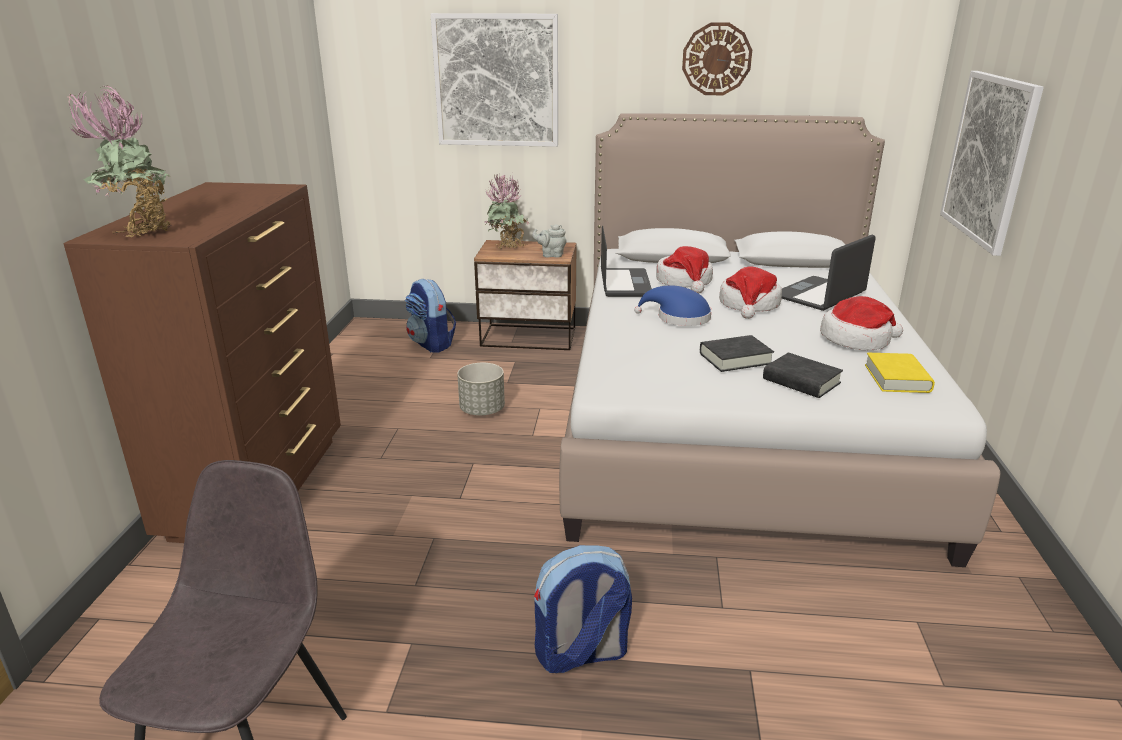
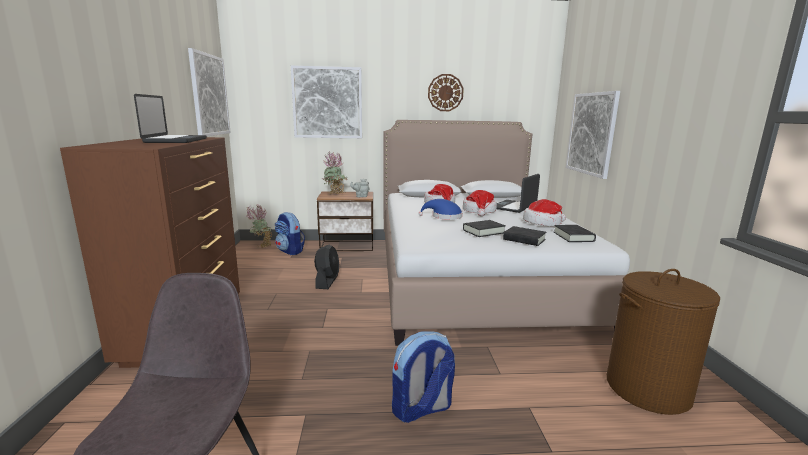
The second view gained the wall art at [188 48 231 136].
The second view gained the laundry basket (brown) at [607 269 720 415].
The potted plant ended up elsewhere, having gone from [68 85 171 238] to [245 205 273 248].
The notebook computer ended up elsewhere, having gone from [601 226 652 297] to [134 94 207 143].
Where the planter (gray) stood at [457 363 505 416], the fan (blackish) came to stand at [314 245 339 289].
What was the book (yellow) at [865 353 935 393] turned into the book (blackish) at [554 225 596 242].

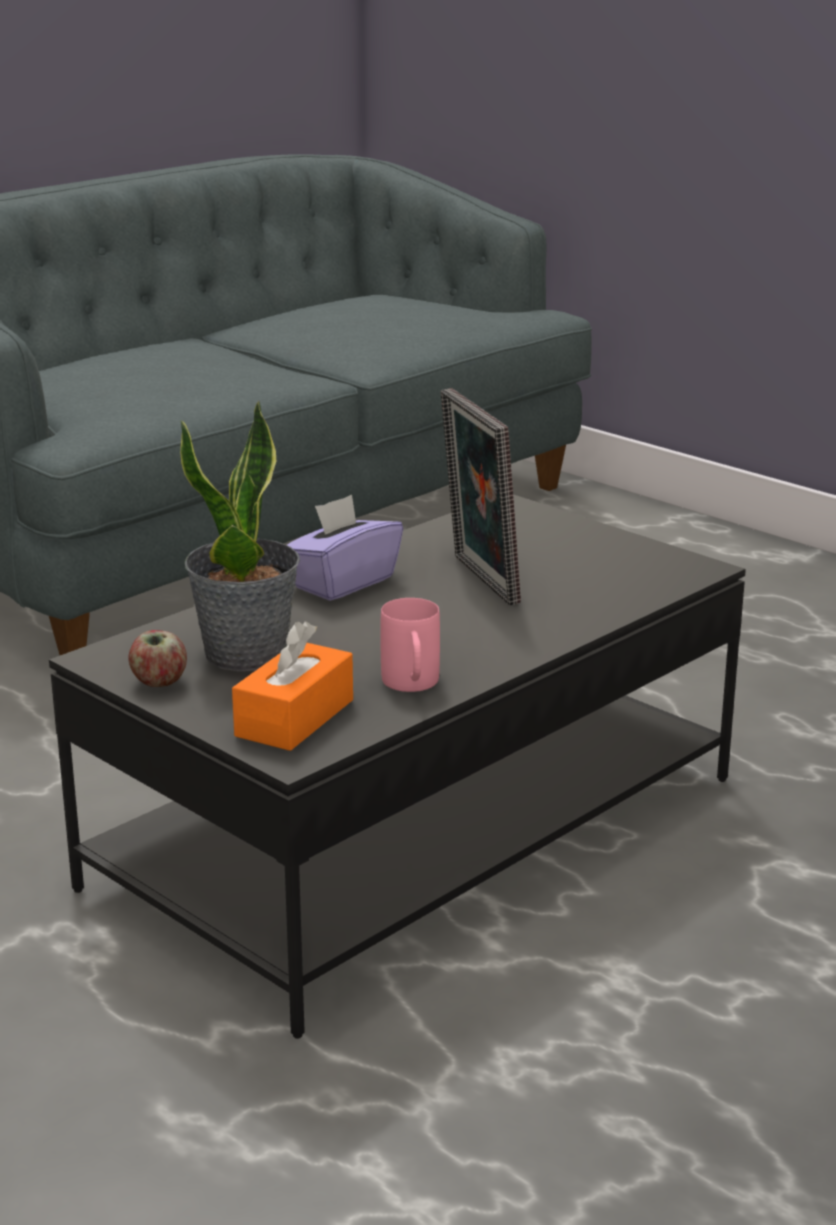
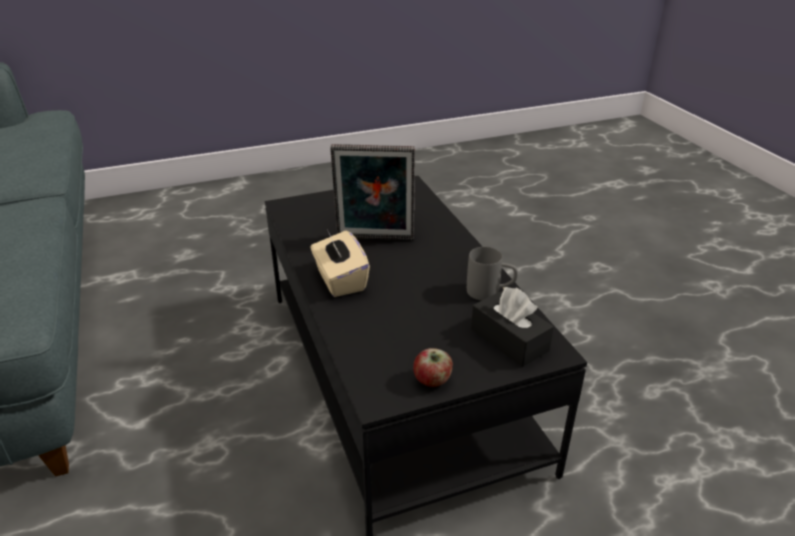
The second view lost the potted plant at [180 400 300 671].
What was the tissue holder (orange) at [232 621 353 751] turned into the tissue holder (blackish) at [471 287 554 367].
What was the tissue holder (purple) at [287 494 403 601] turned into the tissue holder (beige) at [311 229 370 297].
What was the coffee mug (pink-coloured) at [380 598 440 692] turned into the coffee mug (gray) at [467 247 518 300].

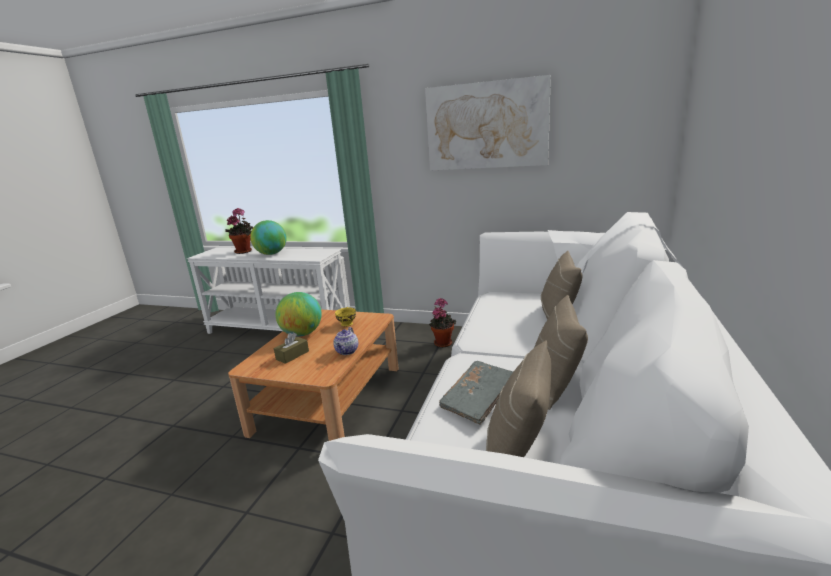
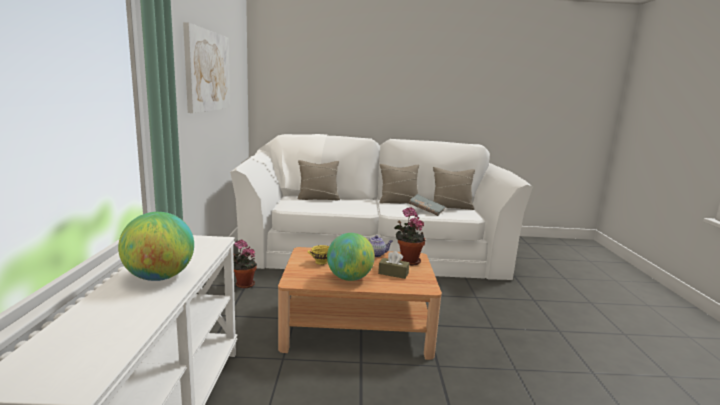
The potted plant ended up elsewhere, having gone from [225 208 253 254] to [394 207 425 265].

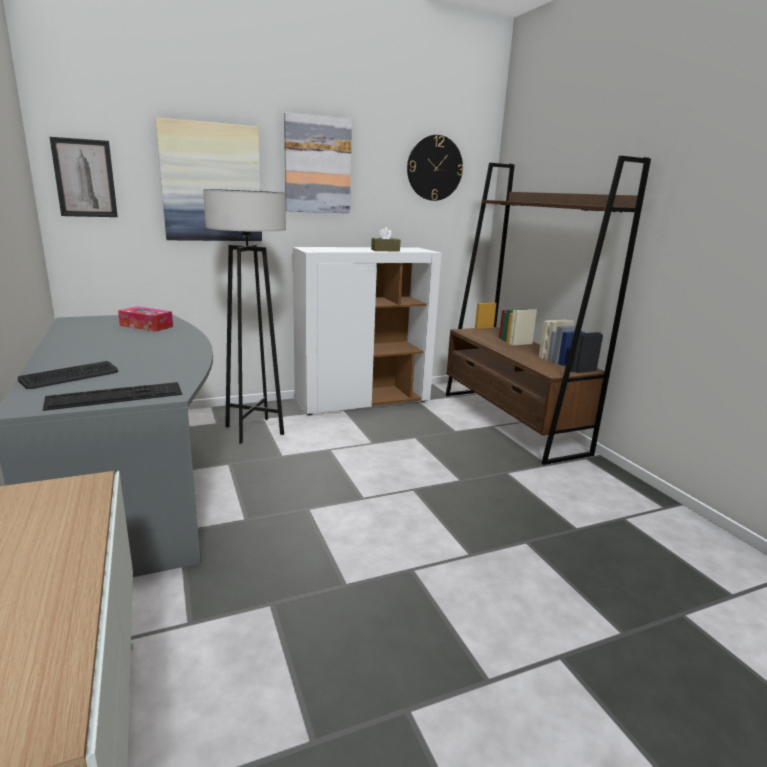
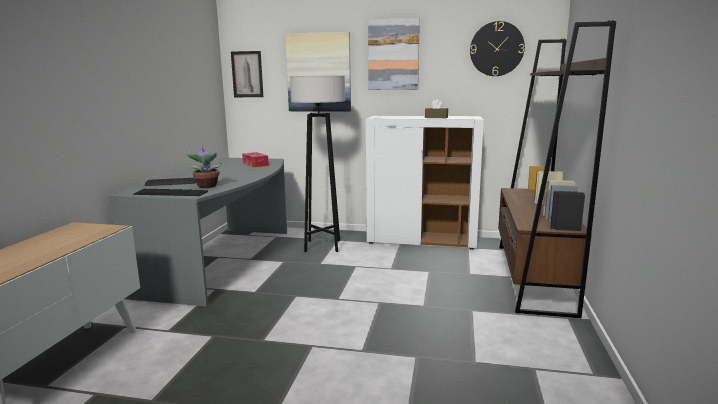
The second view gained the potted plant at [184 145 222 188].

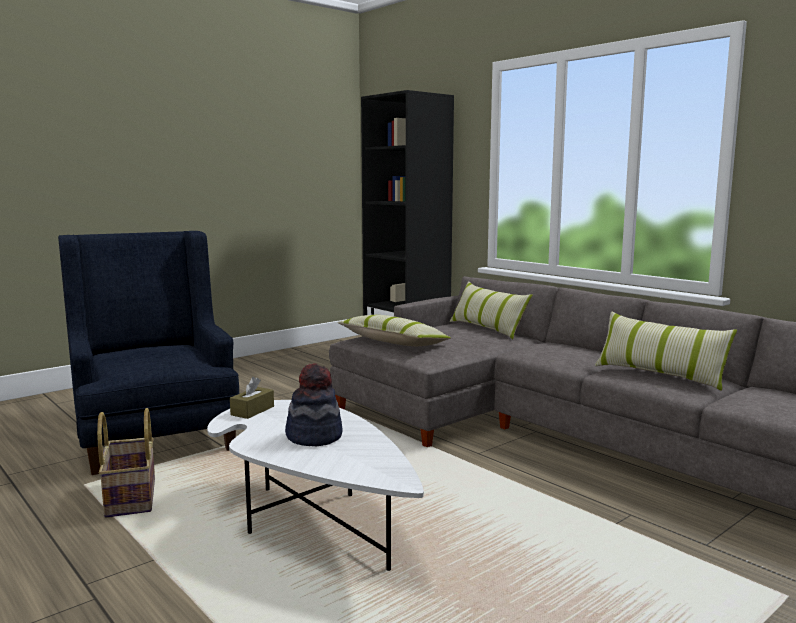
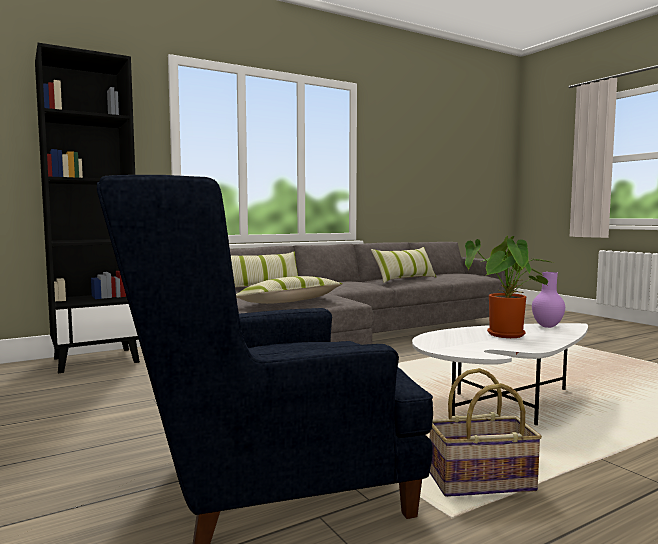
The second view lost the tissue holder (brown) at [230 377 274 419].
The second view gained the decorative vase (purple) at [532 272 565 328].
Where the clothing hat stood at [285 363 343 446], the potted plant came to stand at [465 236 553 338].

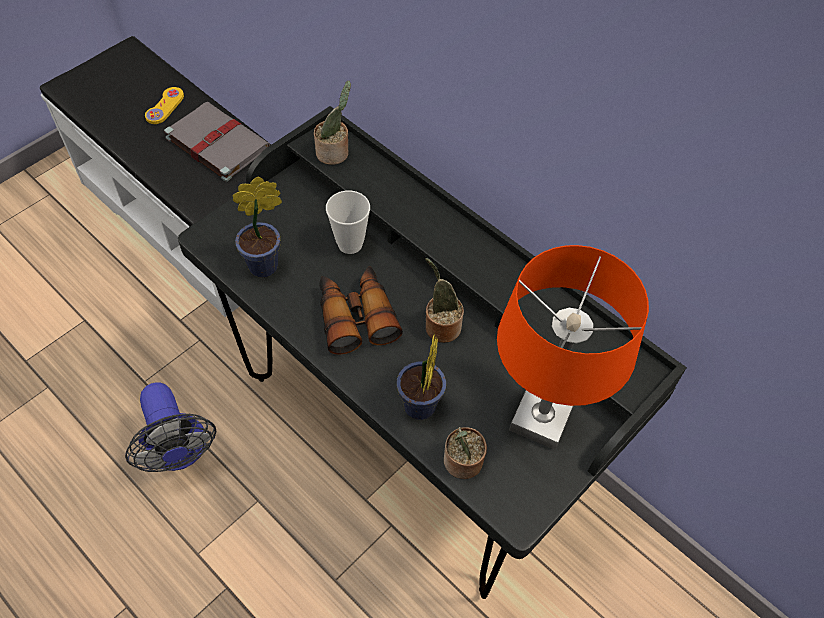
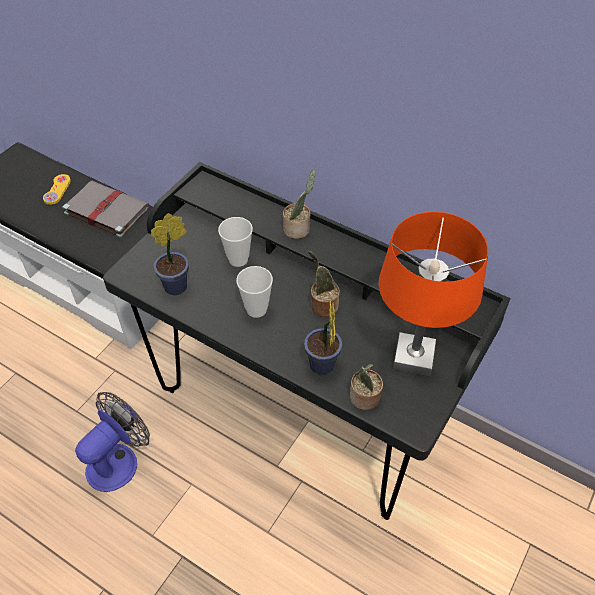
The potted plant ended up elsewhere, having gone from [314 81 351 165] to [283 170 315 239].
Where the binoculars stood at [319 266 403 354], the small cup came to stand at [236 266 273 318].
The fan at [125 382 216 472] ended up facing another way, 105 degrees counterclockwise from before.

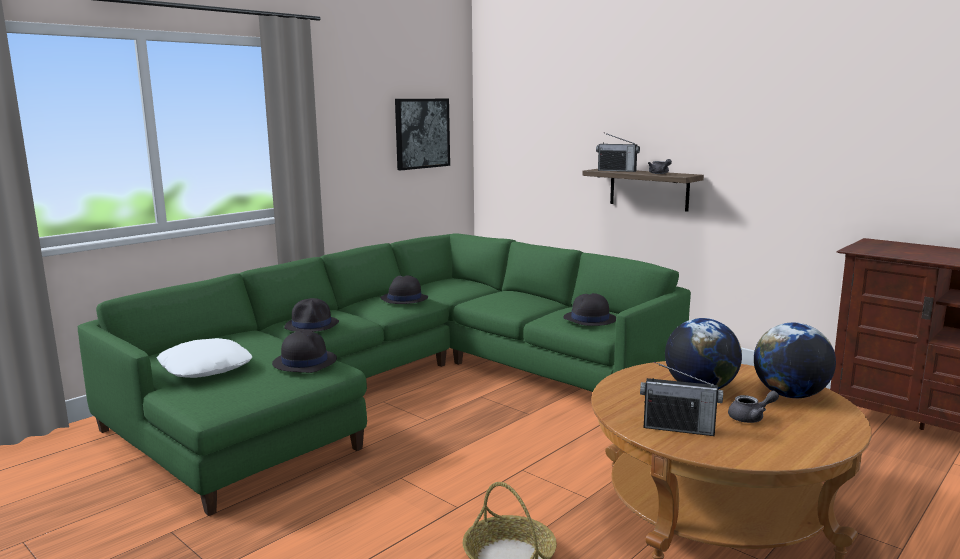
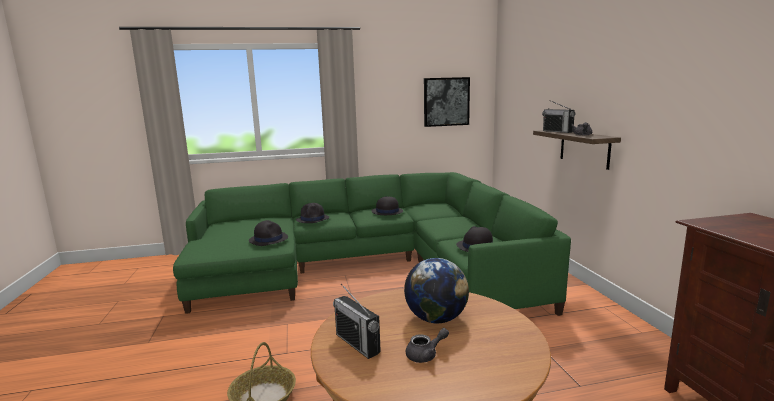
The second view lost the pillow (white-coloured) at [157 338 252 378].
The second view lost the globe at [754 323 836 398].
The teapot (gray) at [728 391 779 423] ended up facing another way, 45 degrees counterclockwise from before.

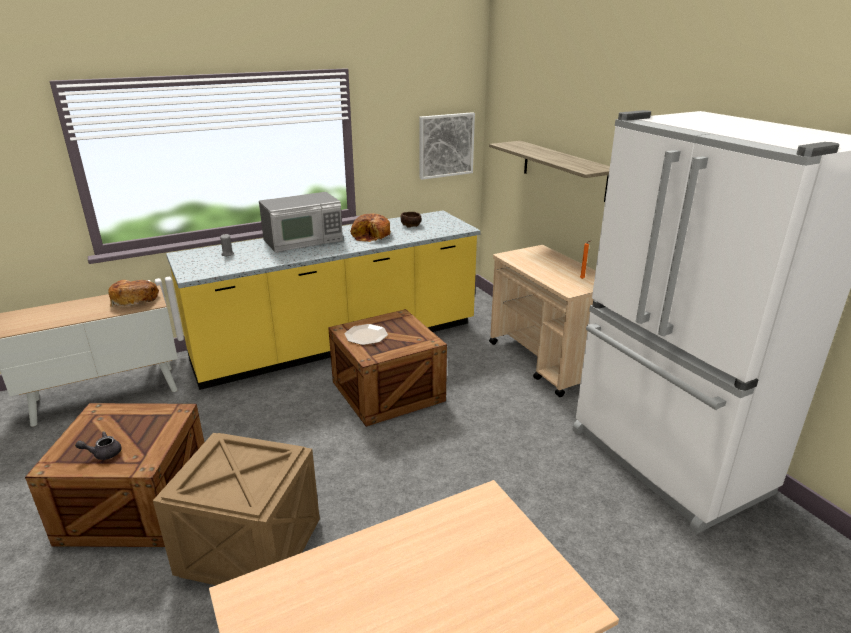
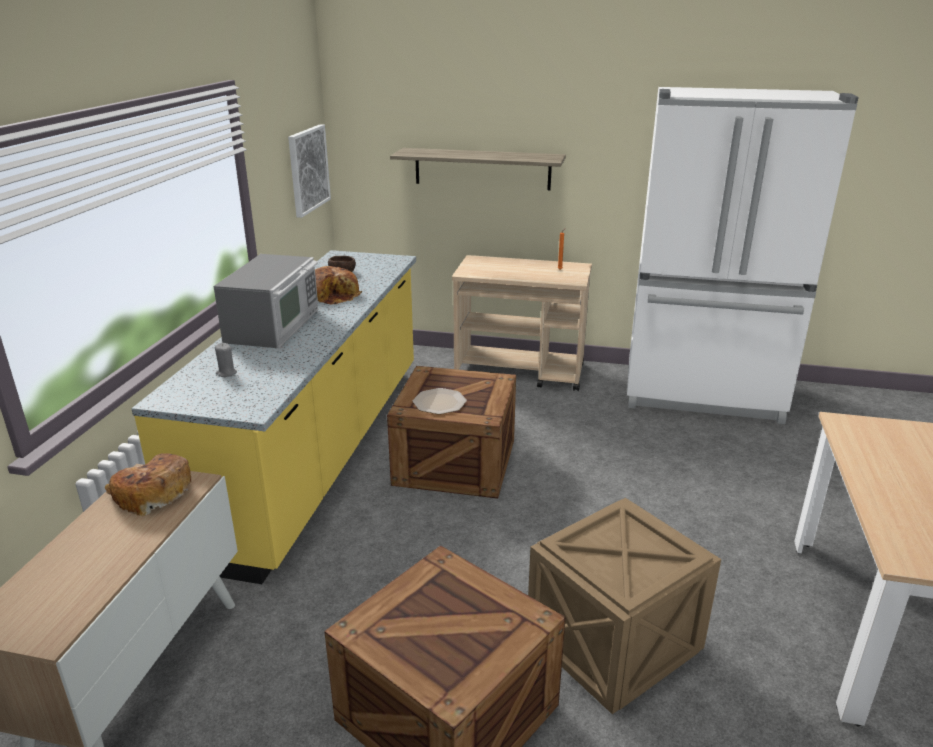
The second view lost the teapot (gray) at [75 431 121 460].

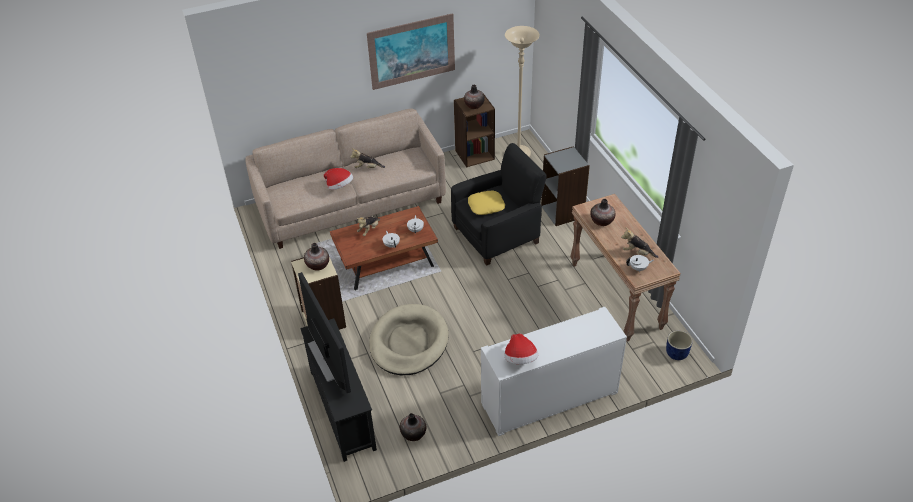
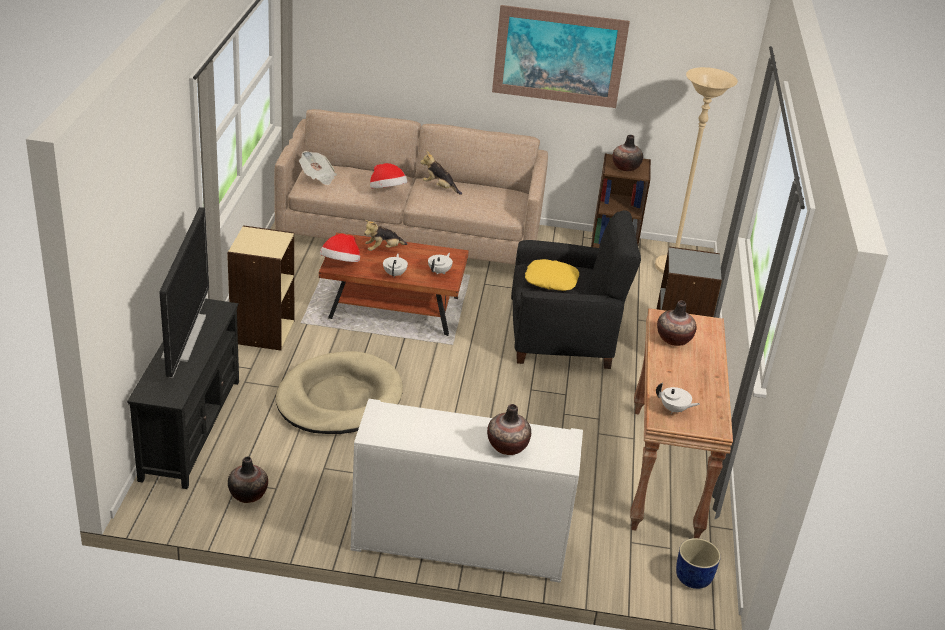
The second view lost the plush toy at [621 228 658 258].
The second view gained the printed paper at [299 151 337 185].
The decorative vase ended up elsewhere, having gone from [304 243 329 271] to [487 404 531 455].
The clothing hat ended up elsewhere, having gone from [505 333 538 364] to [320 234 360 262].

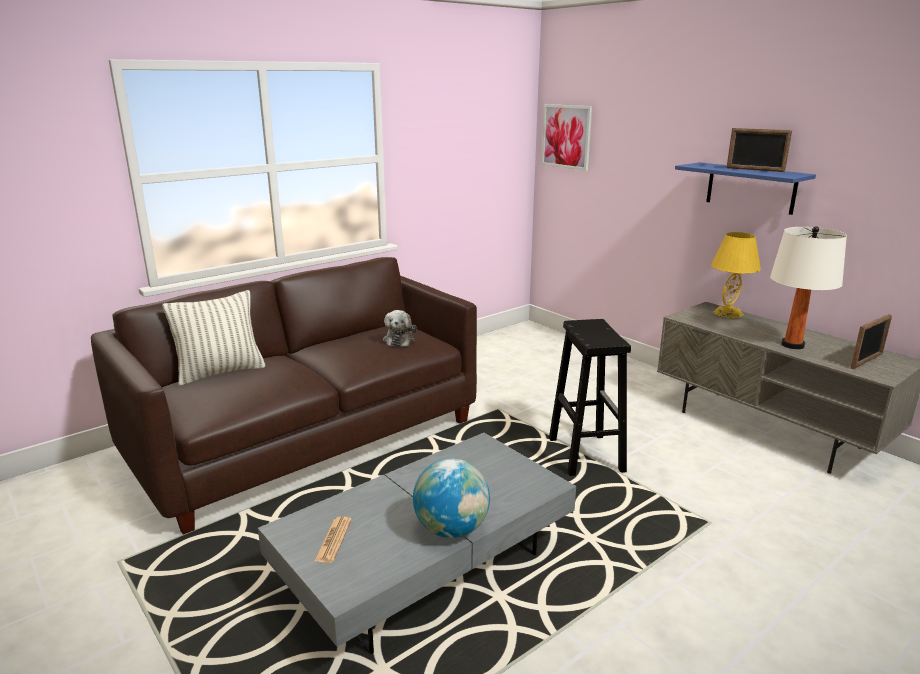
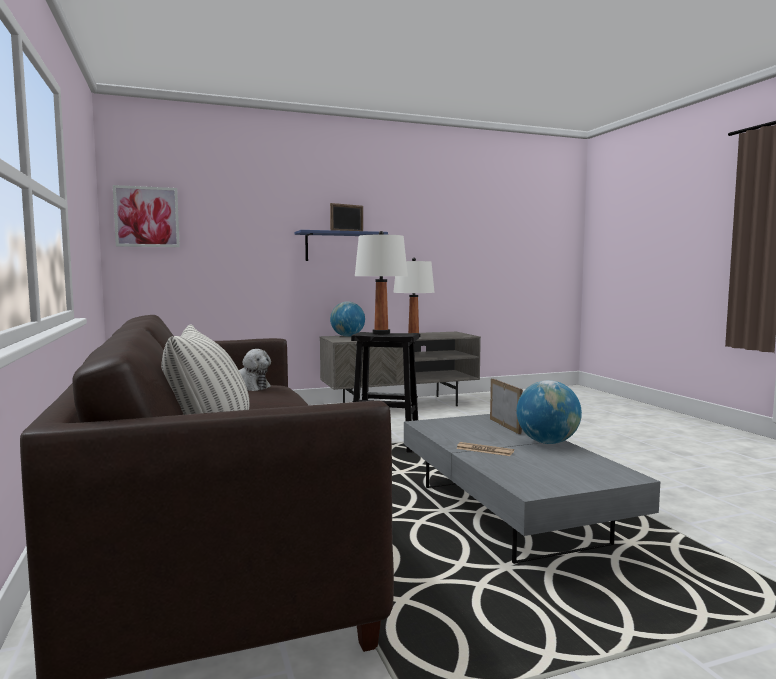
The second view gained the table lamp (white-coloured) at [355 231 408 334].
The printed paper ended up elsewhere, having gone from [314 517 352 563] to [456 442 514 456].
The picture frame ended up elsewhere, having gone from [851 314 892 369] to [490 378 523 434].
Where the table lamp (yellow) stood at [711 232 761 318], the globe came to stand at [330 301 365 337].

